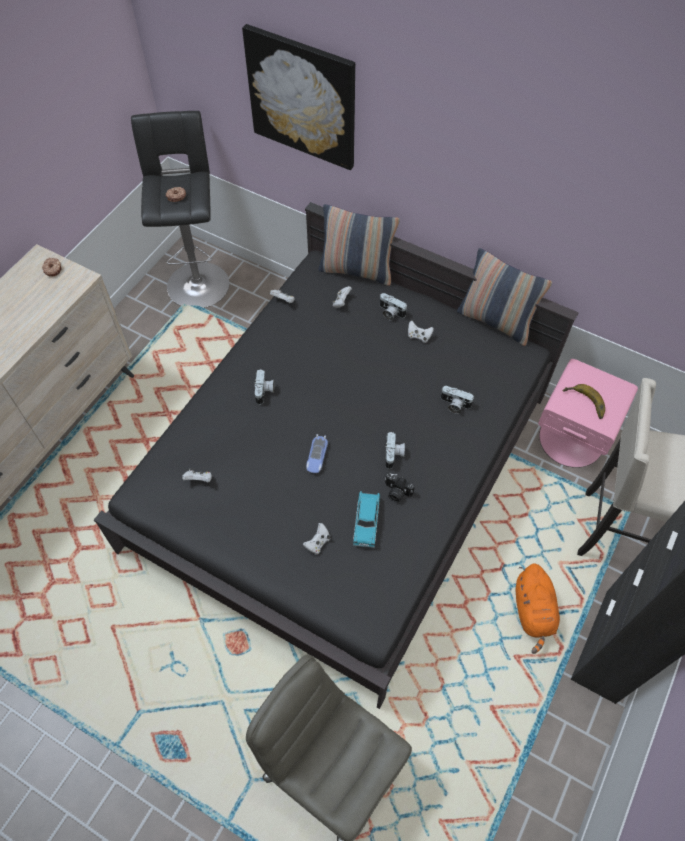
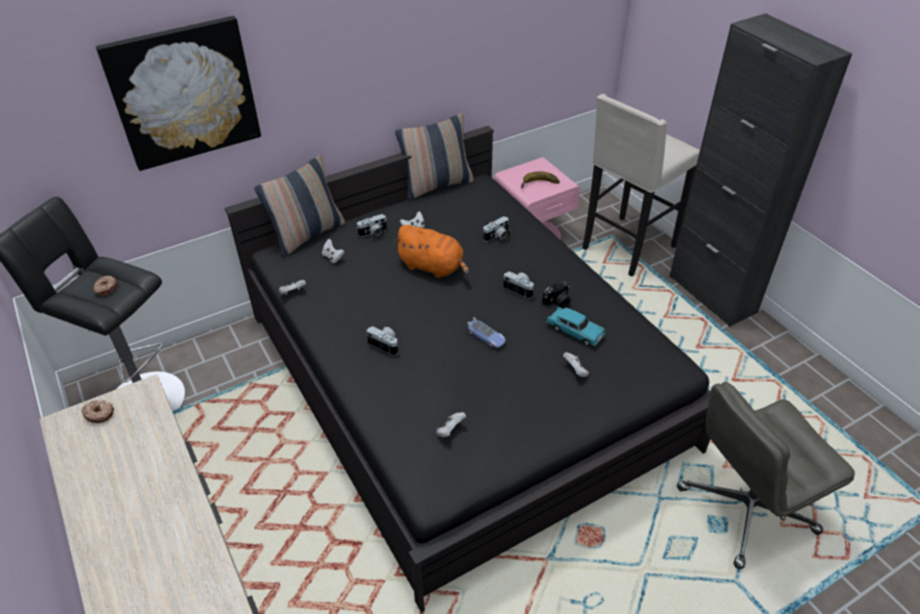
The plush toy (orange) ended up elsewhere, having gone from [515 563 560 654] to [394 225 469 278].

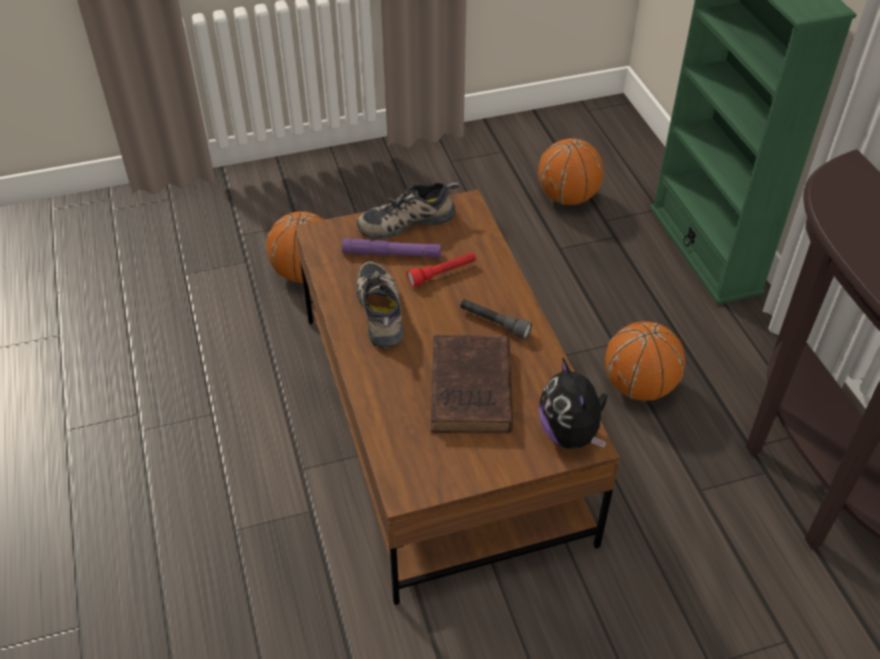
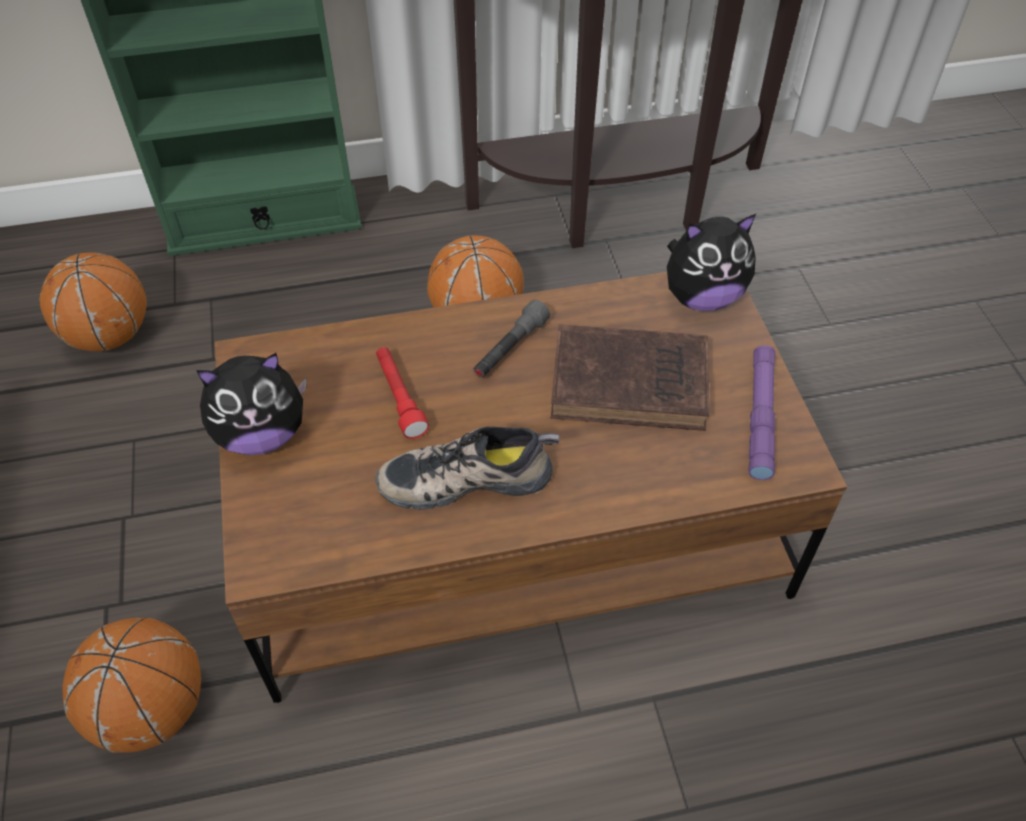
The torch (purple) ended up elsewhere, having gone from [342 238 441 258] to [749 345 775 480].
Where the low shoe stood at [357 182 459 239], the plush toy came to stand at [196 353 307 455].

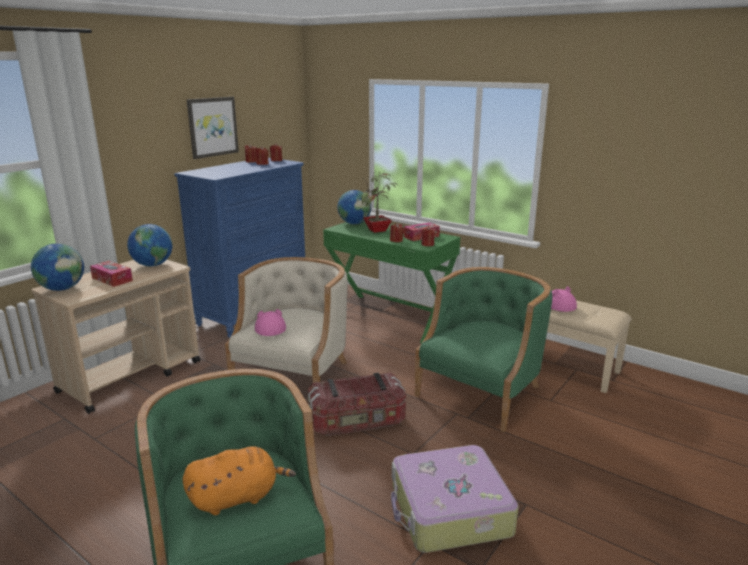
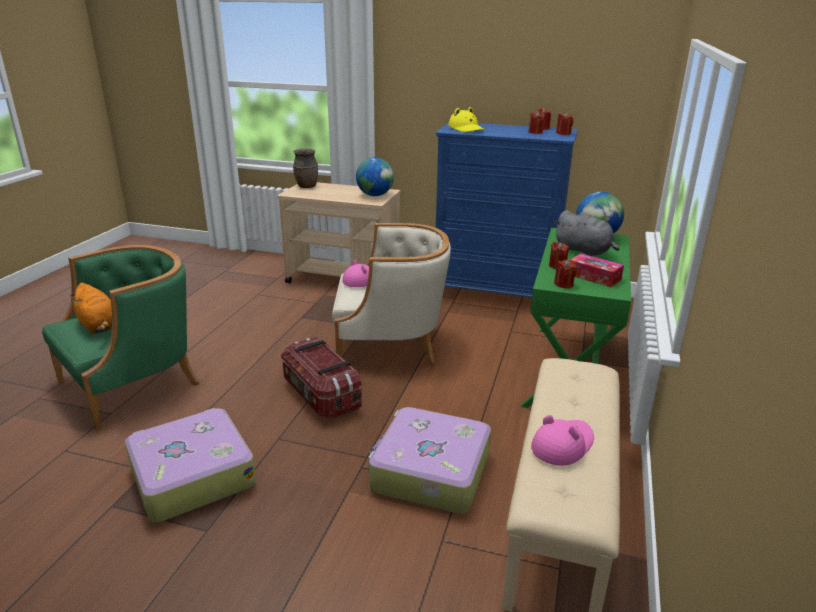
The second view lost the tissue holder at [90 261 133 287].
The second view lost the wall art at [187 97 239 159].
The second view gained the clothing hat (yellow) at [448 107 485 132].
Where the globe stood at [31 243 84 291], the decorative vase (brown) came to stand at [293 148 318 188].
Where the potted plant stood at [361 173 399 233], the plush toy (gray) came to stand at [554 210 620 256].
Where the easy chair (green) stood at [415 267 552 432], the suitcase came to stand at [368 407 491 514].

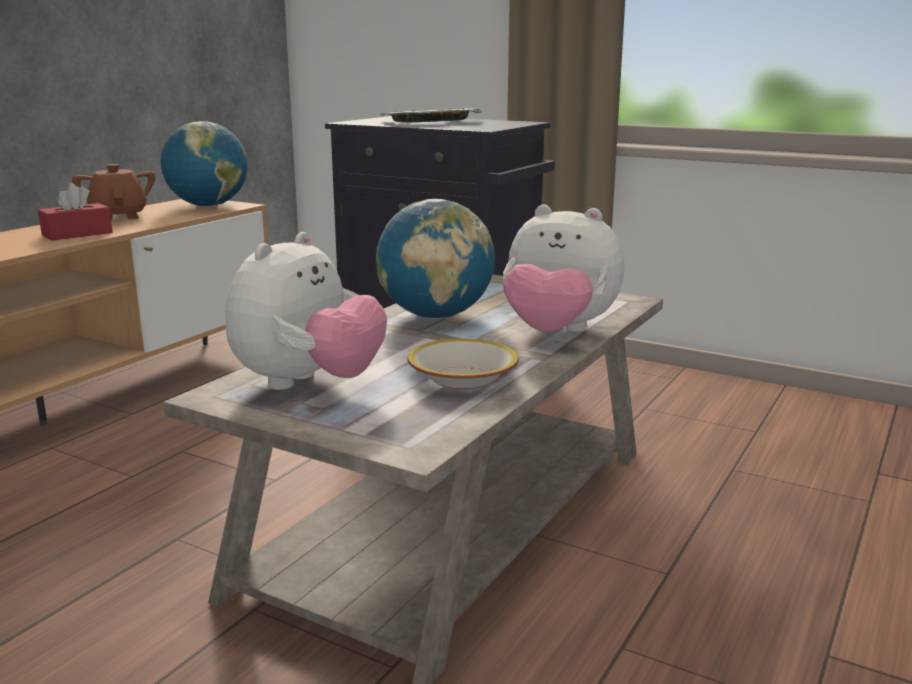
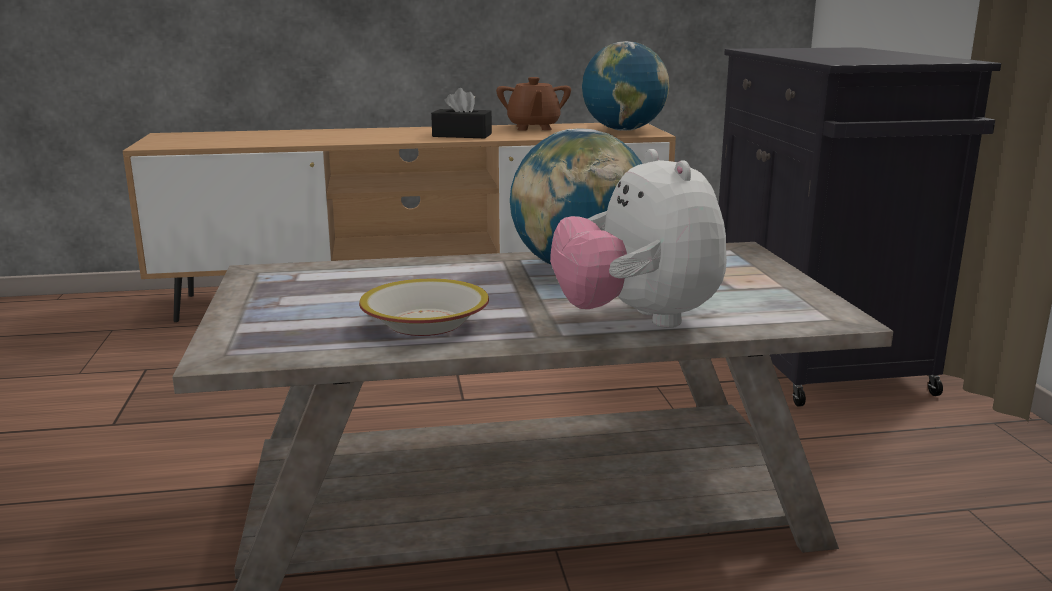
The second view lost the plush toy at [225 232 387 390].
The second view lost the serving tray at [379 108 482 123].
What was the tissue holder (red) at [38 183 113 241] turned into the tissue holder (blackish) at [431 88 492 138].
The teapot (brown) at [72 164 155 220] ended up facing another way, 150 degrees clockwise from before.

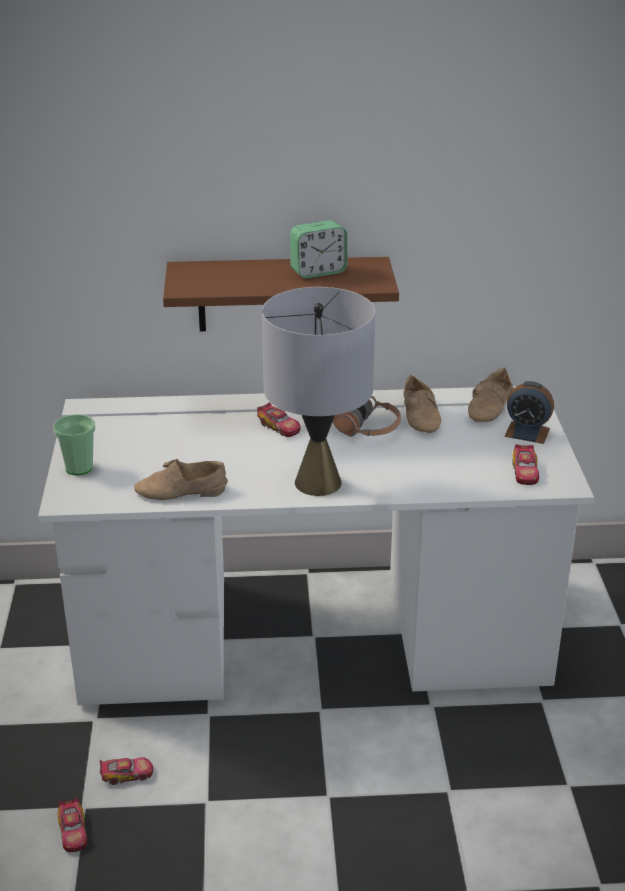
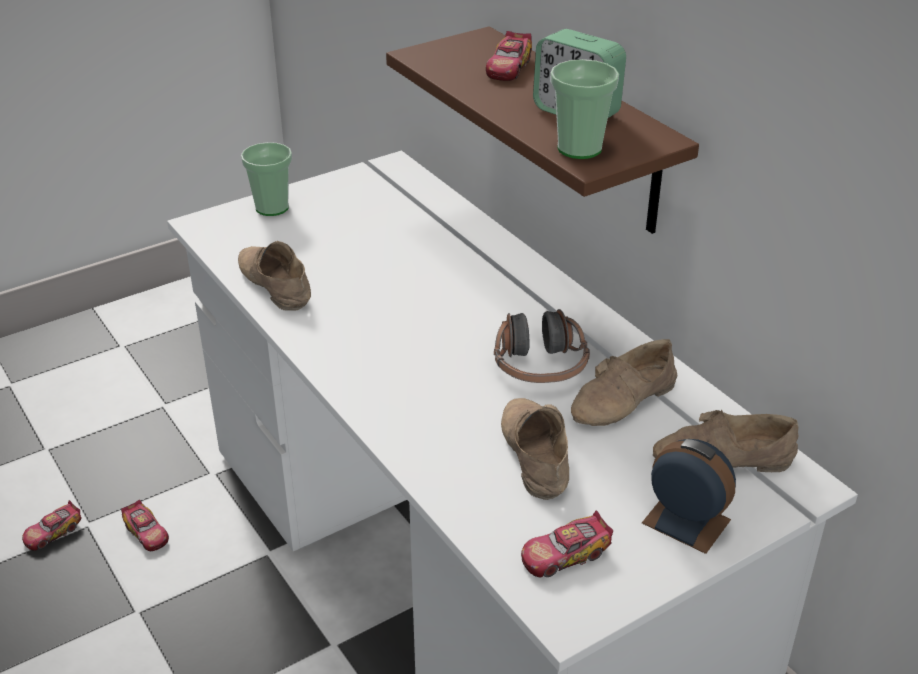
The second view lost the table lamp (gray) at [262 287 375 496].
The second view gained the low shoe (beige) at [501 398 569 500].
The second view gained the small cup at [550 59 619 159].
The toy car ended up elsewhere, having gone from [257 402 301 437] to [486 31 532 81].
The alarm clock at [505 381 554 444] ended up facing another way, 135 degrees clockwise from before.

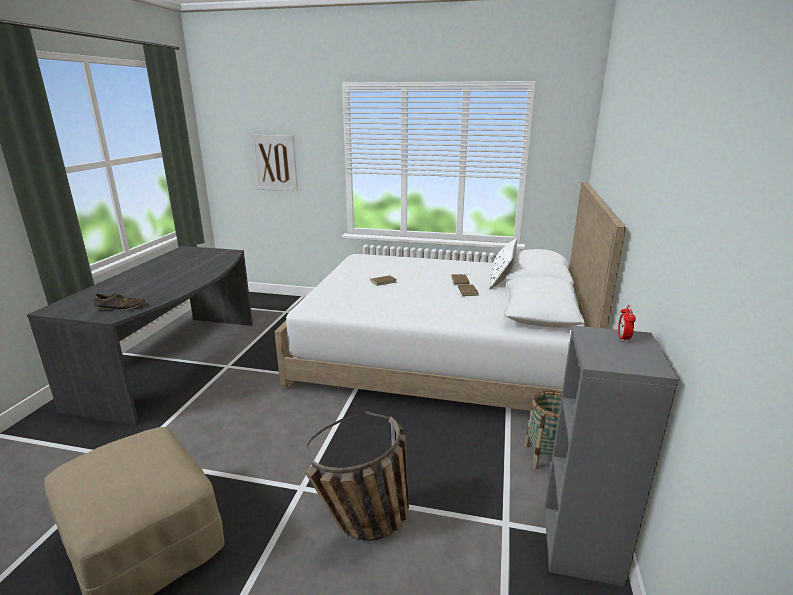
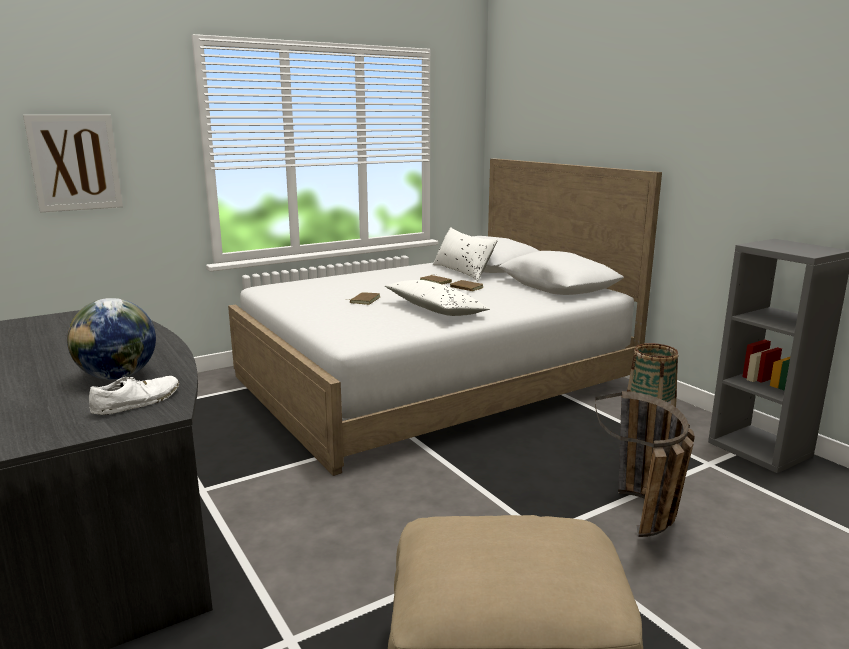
The second view lost the alarm clock at [618 305 636 342].
The second view gained the globe at [67 298 156 380].
The second view gained the pillow (white-coloured) at [385 280 490 316].
What was the low shoe (brown) at [94 293 145 311] turned into the low shoe (white-coloured) at [89 376 179 415].

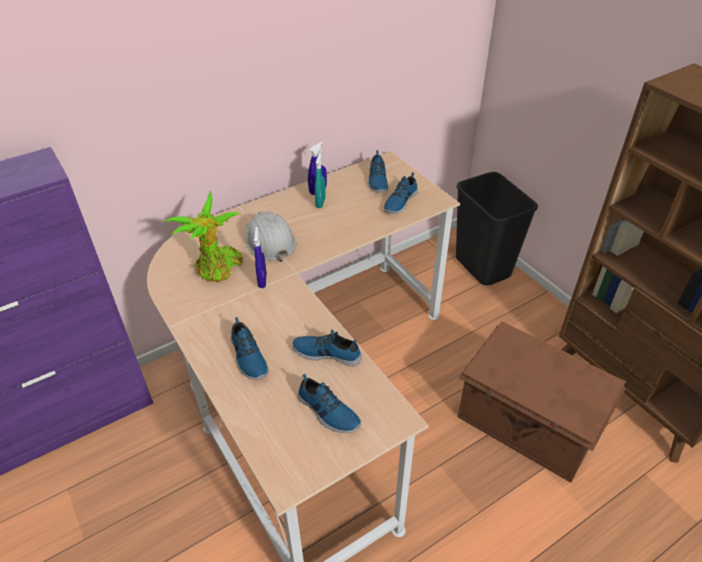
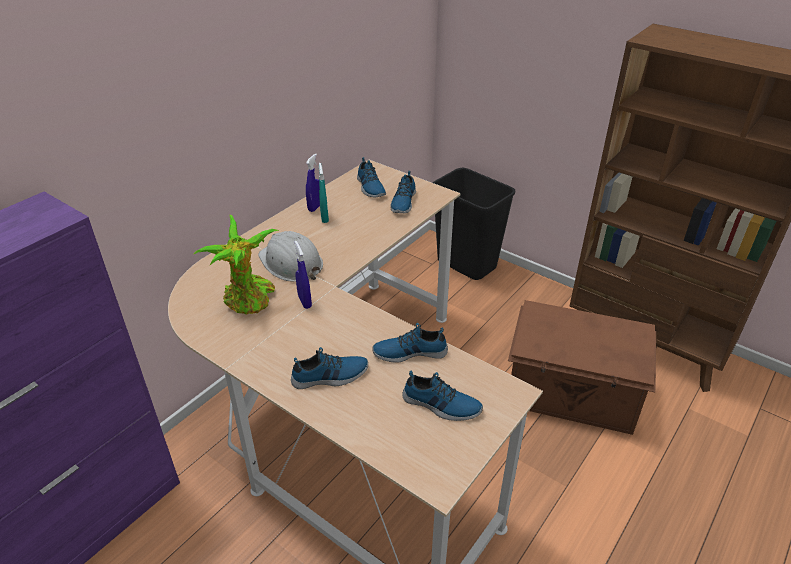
The low shoe at [231 317 269 380] ended up facing another way, 60 degrees counterclockwise from before.

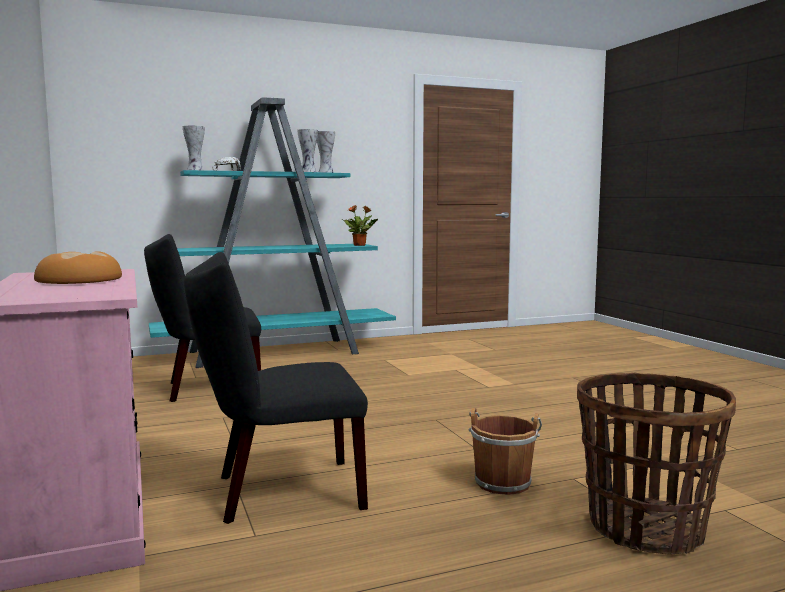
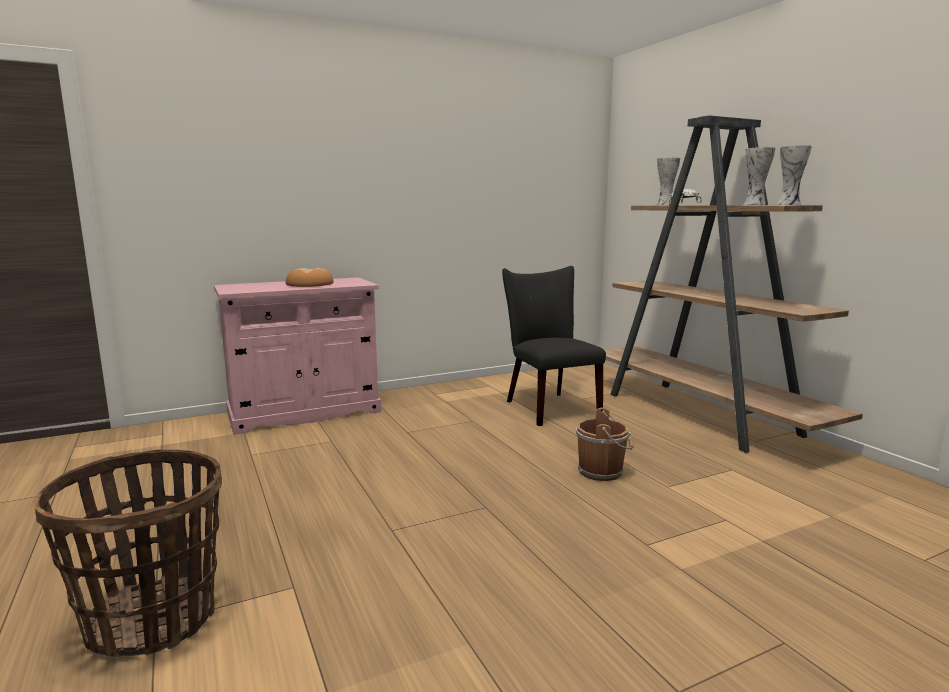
The second view lost the plain chair (blackish) at [184 252 368 524].
The second view lost the potted plant at [341 205 378 246].
The water bucket (brown) ended up elsewhere, having gone from [469 408 542 495] to [576 408 634 481].
What was the shelving unit (turquoise-coloured) at [149 97 396 368] turned into the shelving unit (brown) at [605 115 863 453].

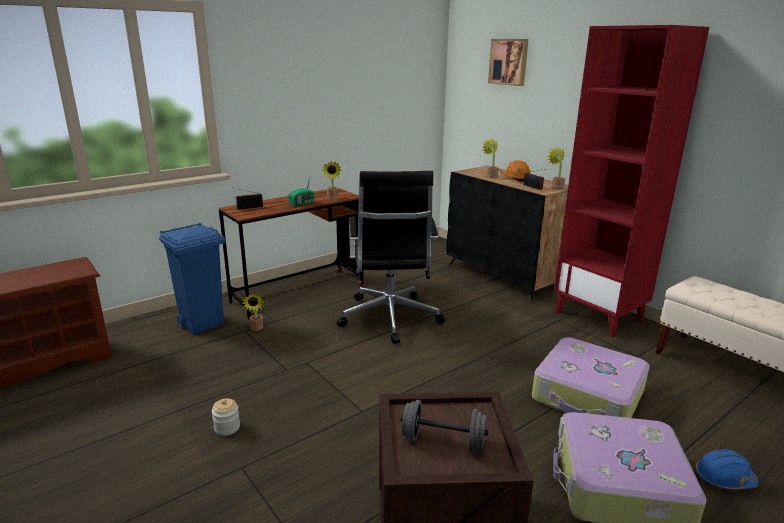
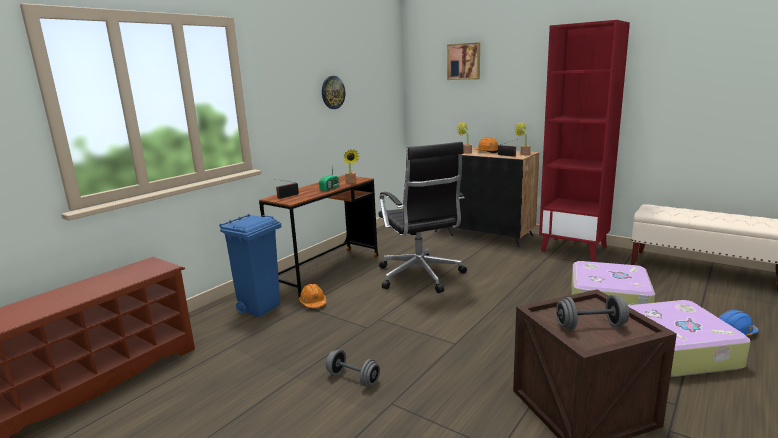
The second view gained the wall clock at [322 76 345 109].
Where the jar stood at [212 398 240 436], the free weight (gray) came to stand at [326 349 380 387].
Where the potted plant stood at [242 294 264 331], the work helmet (orange) came to stand at [299 284 327 308].

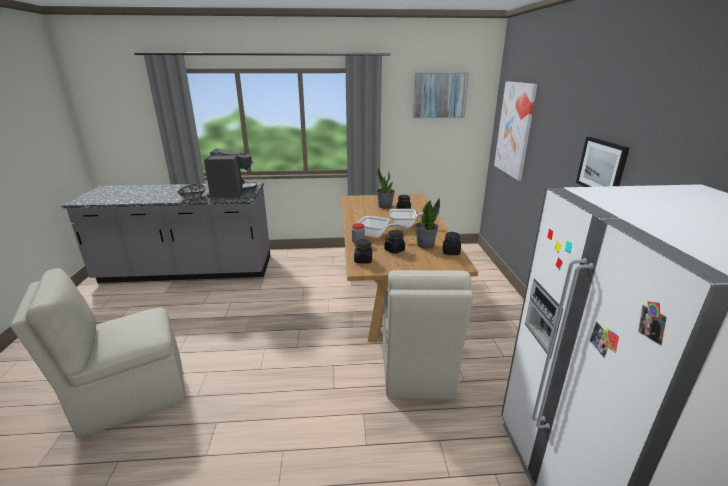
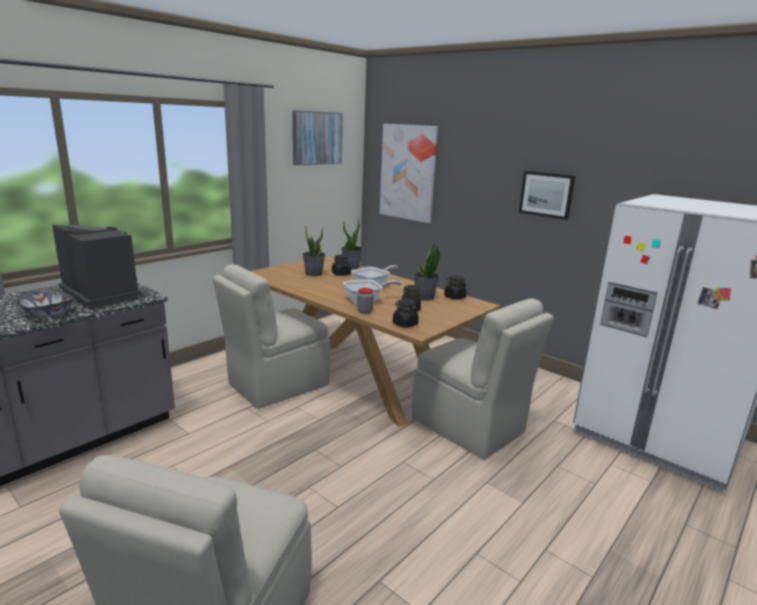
The second view gained the plain chair (beige) at [212 264 330 409].
The second view gained the potted plant at [341 220 363 270].

